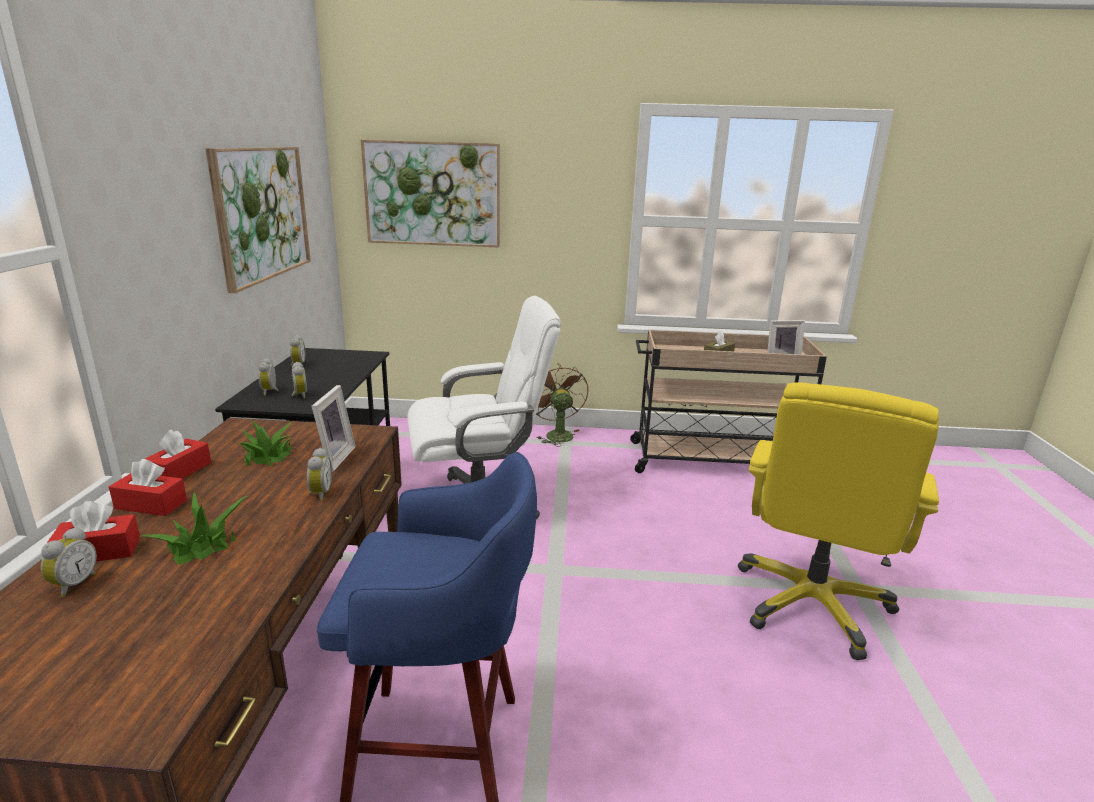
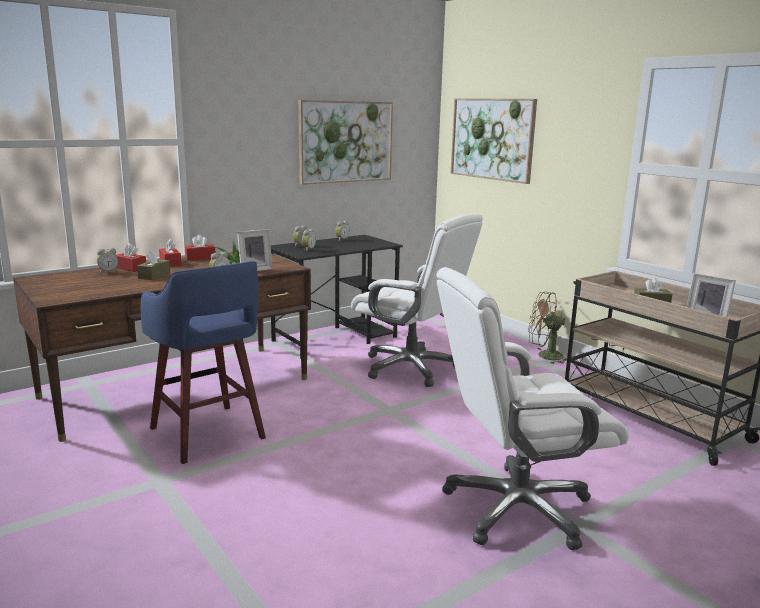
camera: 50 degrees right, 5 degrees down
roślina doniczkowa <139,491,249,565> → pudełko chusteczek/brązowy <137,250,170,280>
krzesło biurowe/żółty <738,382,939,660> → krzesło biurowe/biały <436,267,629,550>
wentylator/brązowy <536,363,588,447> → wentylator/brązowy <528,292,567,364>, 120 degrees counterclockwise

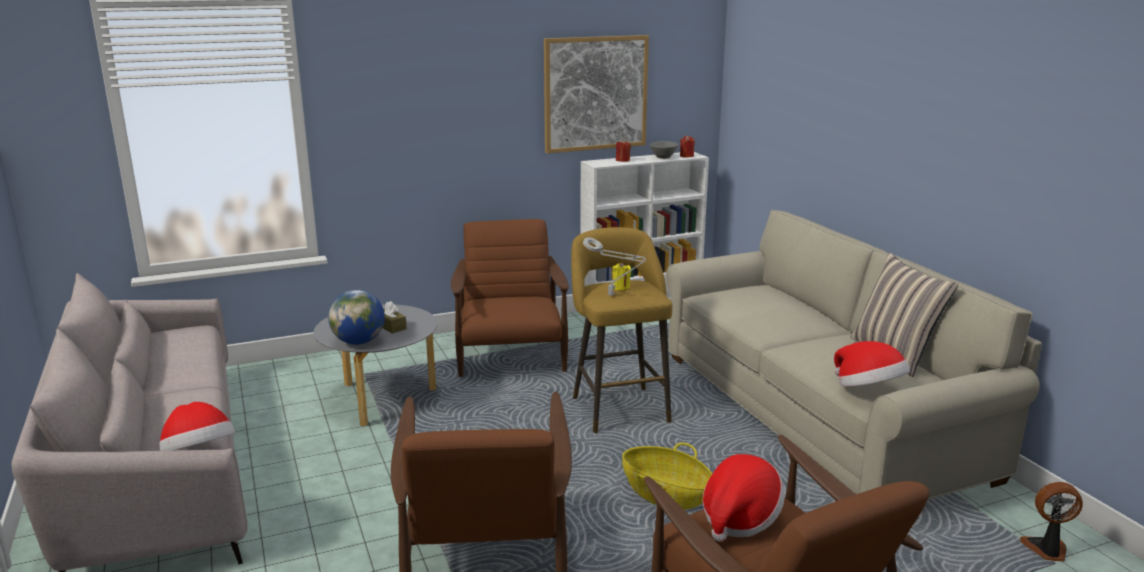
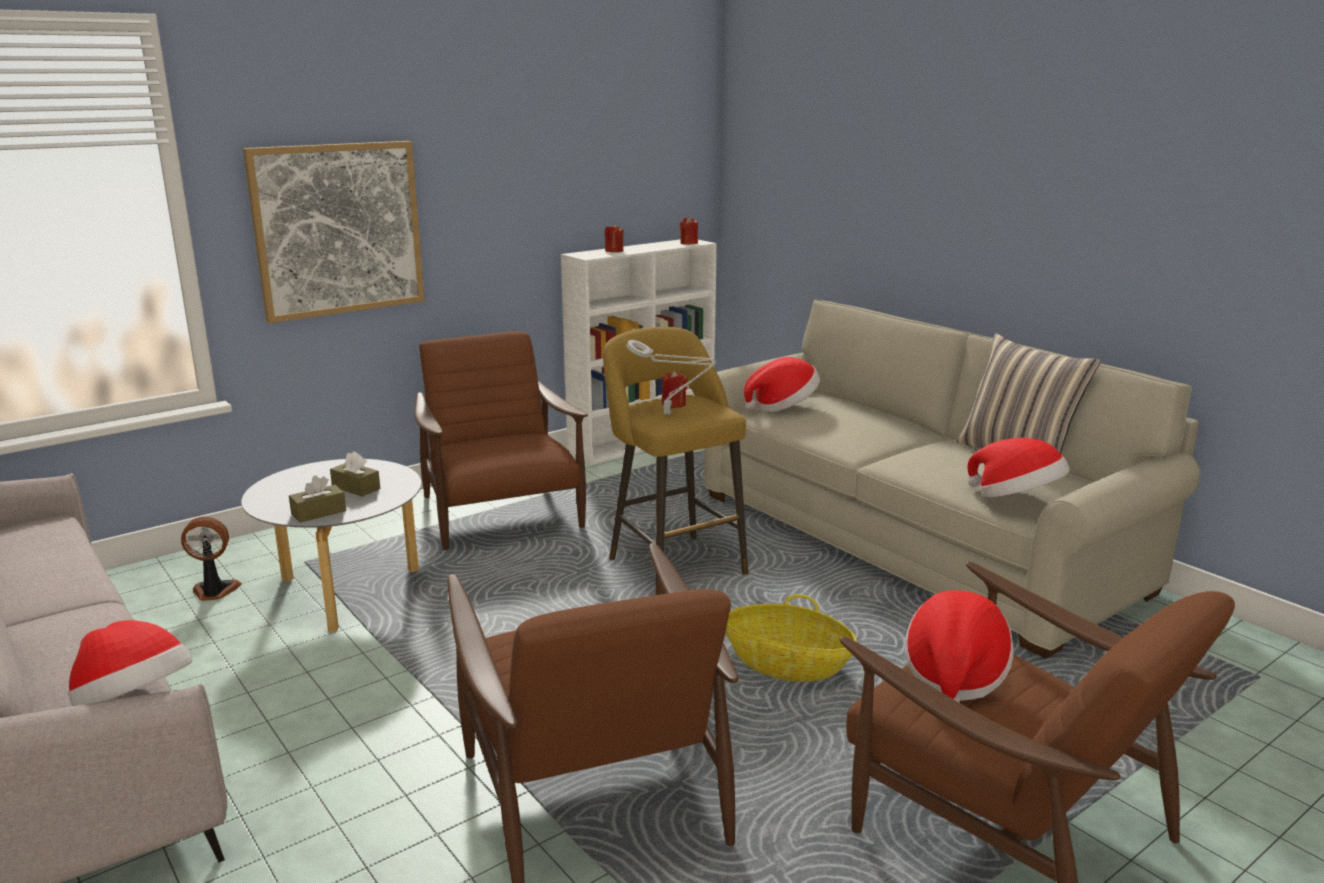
camera: 15 degrees left, 0 degrees up
wentylator <1020,482,1083,561> → wentylator <181,516,242,601>, move
obraz <544,35,649,154> → obraz <243,141,425,323>, move
globus <328,290,385,345> → pudełko chusteczek/brązowy <289,475,346,523>
świeca/żółty <612,262,631,290> → świeca/czerwony <661,371,687,408>
- → kapelusz <744,357,820,412>
miska/szary <649,141,678,159> → -

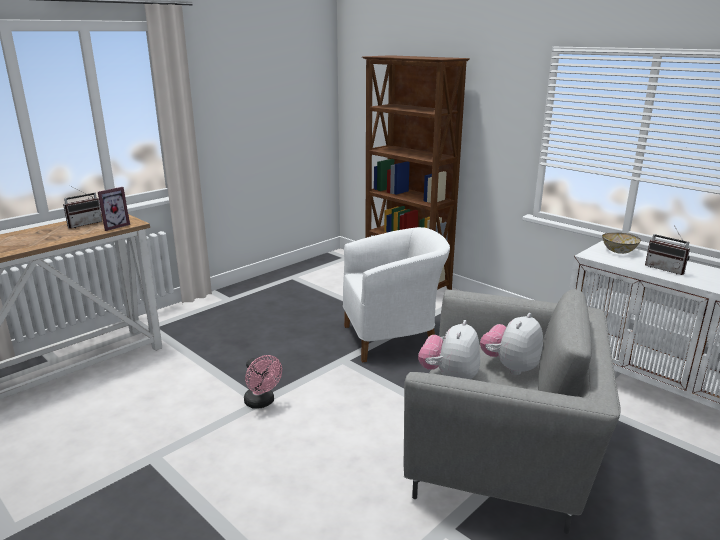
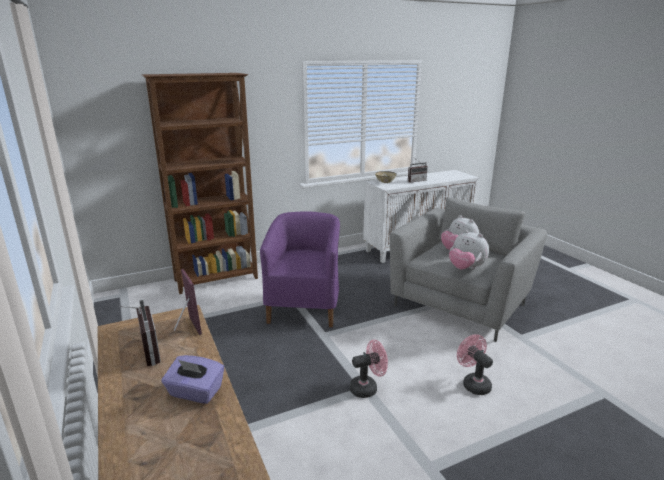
camera: 70 degrees left, 0 degrees up
- → pudełko chusteczek/fioletowy <161,355,224,404>
fotel/biały <343,227,450,362> → fotel/fioletowy <260,211,340,327>
- → wentylator/różowy <457,334,493,395>

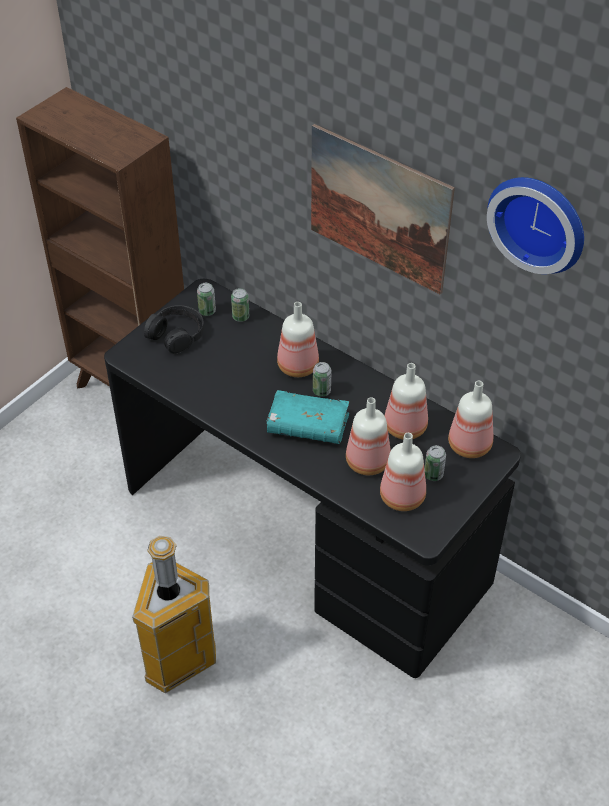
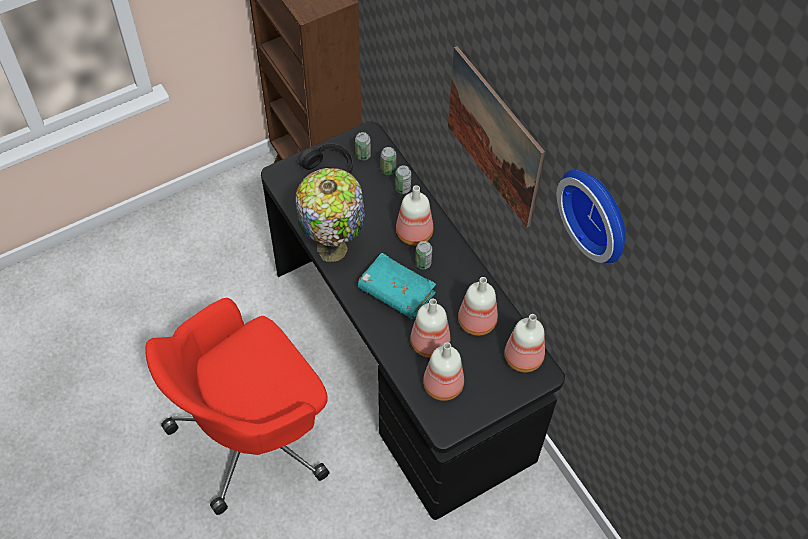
camera: 20 degrees right, 10 degrees up
kosz na śmieci <132,536,216,694> → krzesło biurowe/czerwony <145,298,330,515>
- → lampa stołowa <295,168,365,262>
puszka <425,445,446,481> → puszka <395,165,411,194>, move

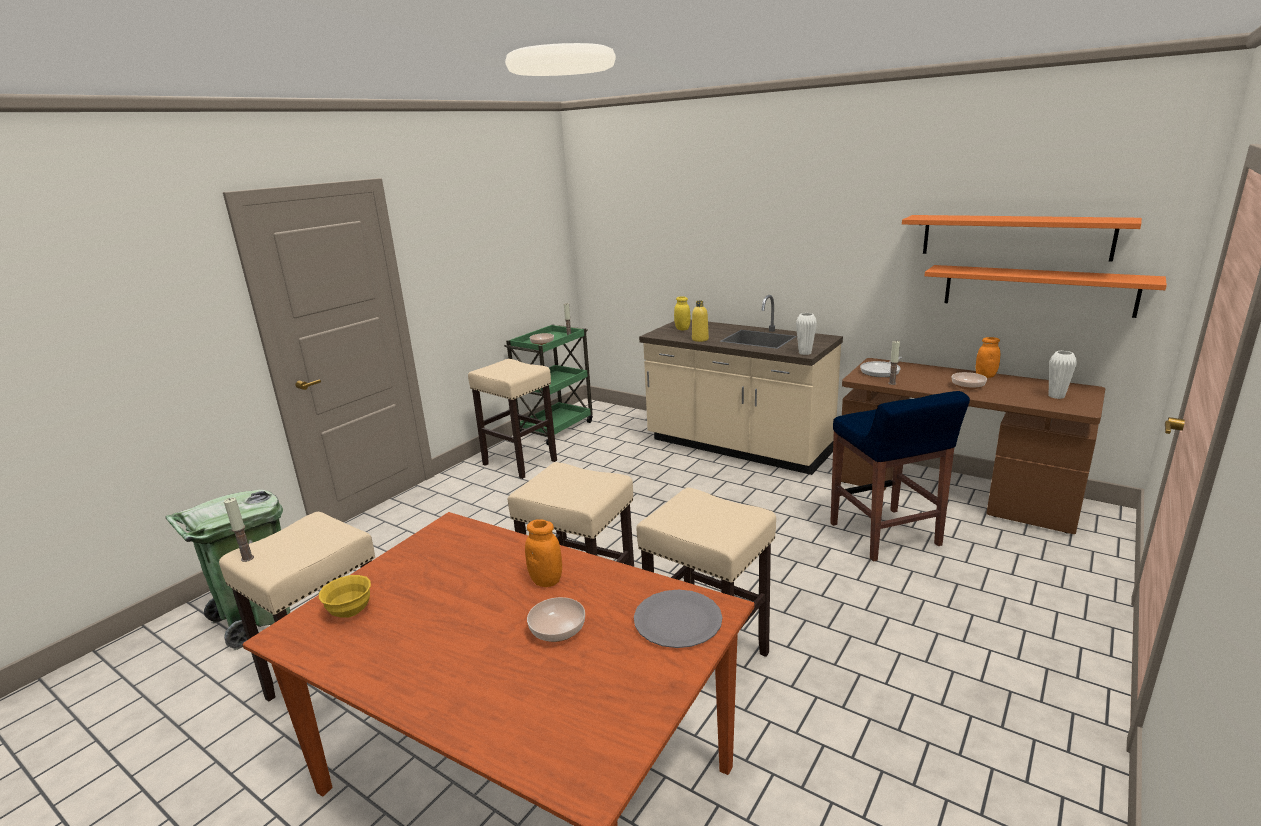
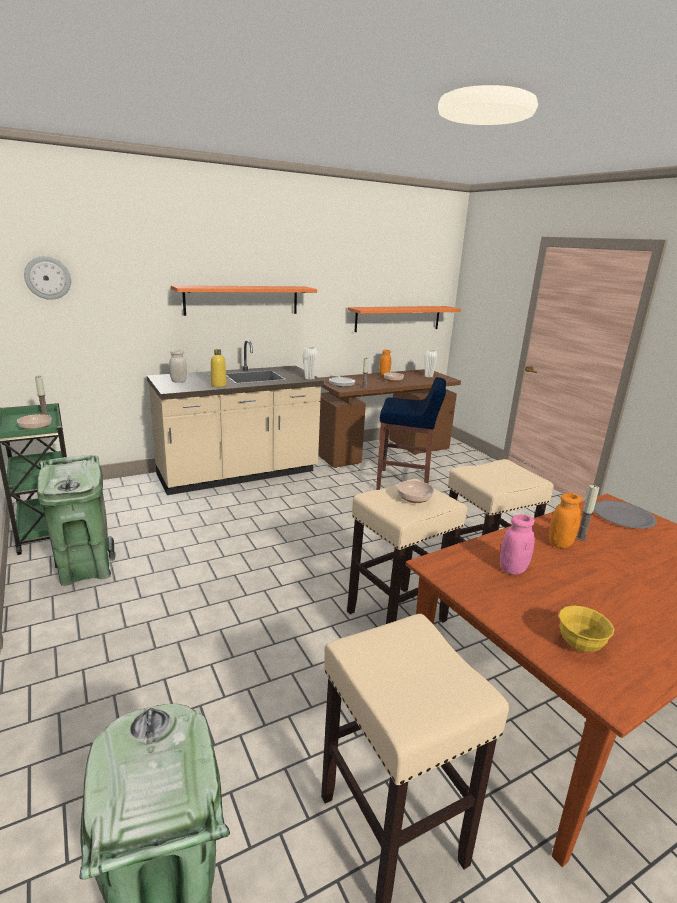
camera: 65 degrees left, 0 degrees up
- → zegar ścienny <24,256,71,300>
stołek/beżowy <468,359,557,479> → kosz na śmieci/zielony <37,455,116,586>
słoik/żółty <674,296,690,330> → słoik/biały <169,350,187,383>
półka/pomarańczowy <902,215,1142,262> → półka/pomarańczowy <171,285,317,316>, move
miska <527,597,585,642> → miska <397,480,434,503>, move
- → słoik/różowy <500,514,535,575>
świeca <224,498,254,562> → świeca <576,485,599,541>, move

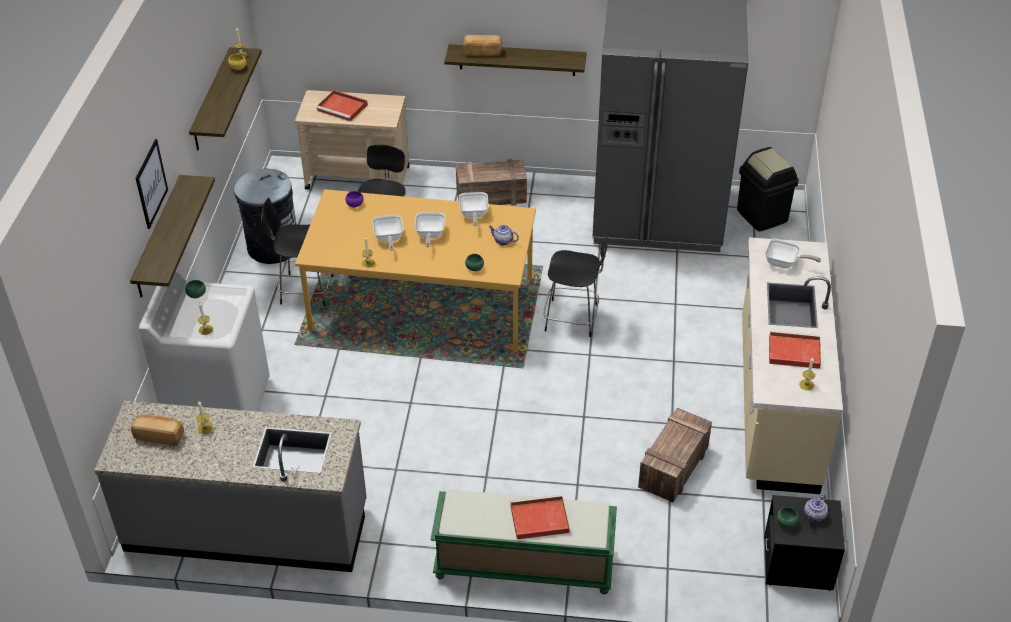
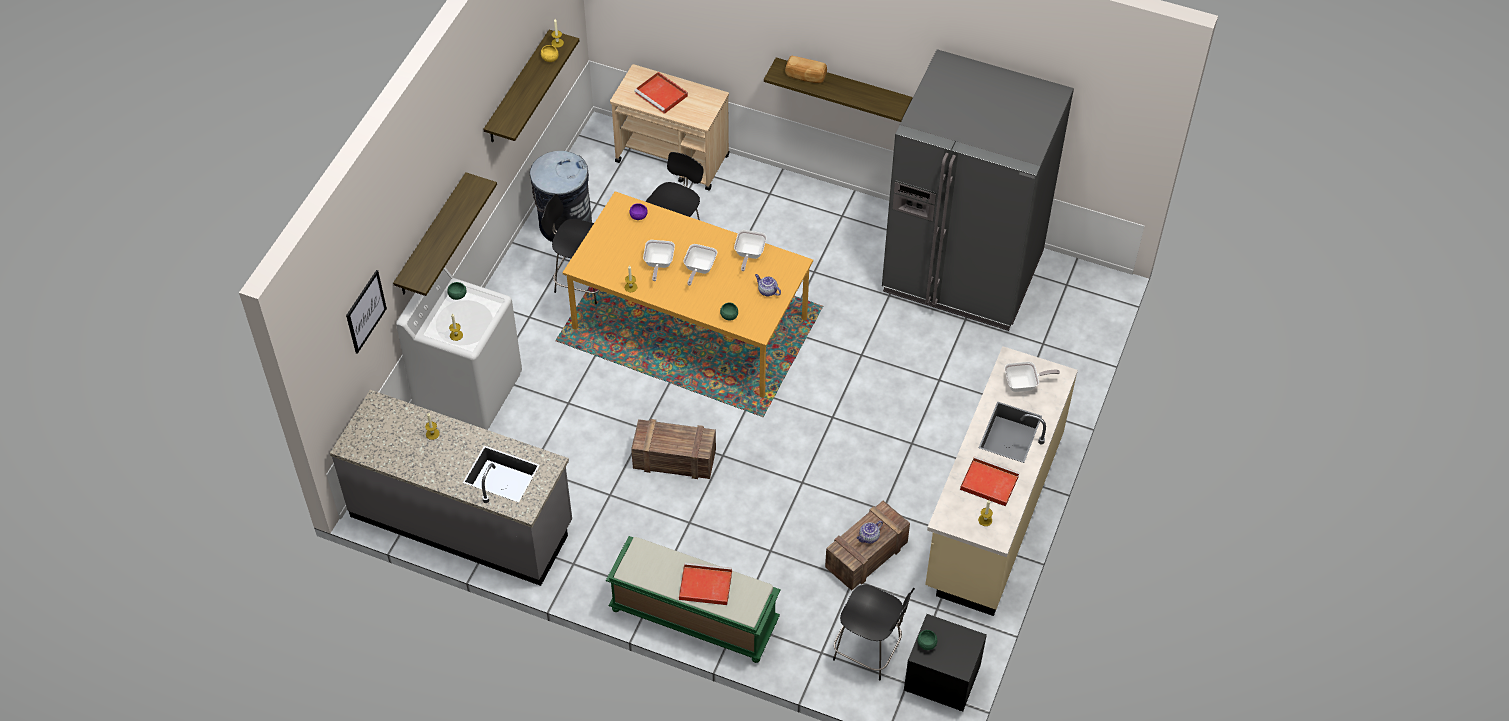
camera: 15 degrees right, 10 degrees up
obraz <136,139,168,229> → obraz <346,270,387,354>, move
skrzynka <456,159,527,206> → skrzynka <631,419,716,479>, move
krzesło/czarny <543,230,609,337> → krzesło/czarny <833,585,915,680>, move
imbryk <804,494,828,522> → imbryk <857,521,883,543>, move
patelnia <765,238,821,269> → patelnia <1005,362,1060,392>, 45 degrees counterclockwise
chleb <131,415,184,446> → -
kosz na śmieci/czarny <737,147,799,231> → -

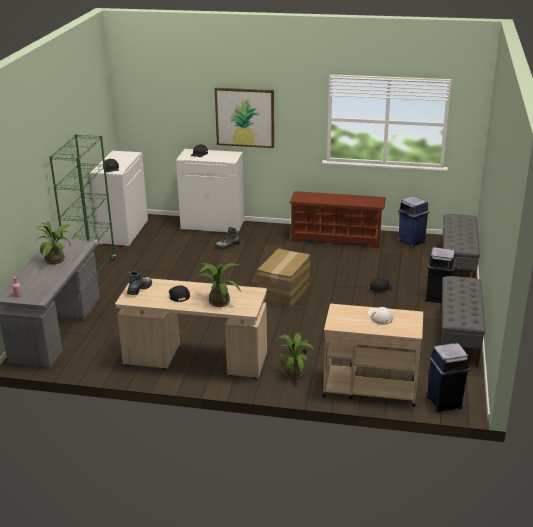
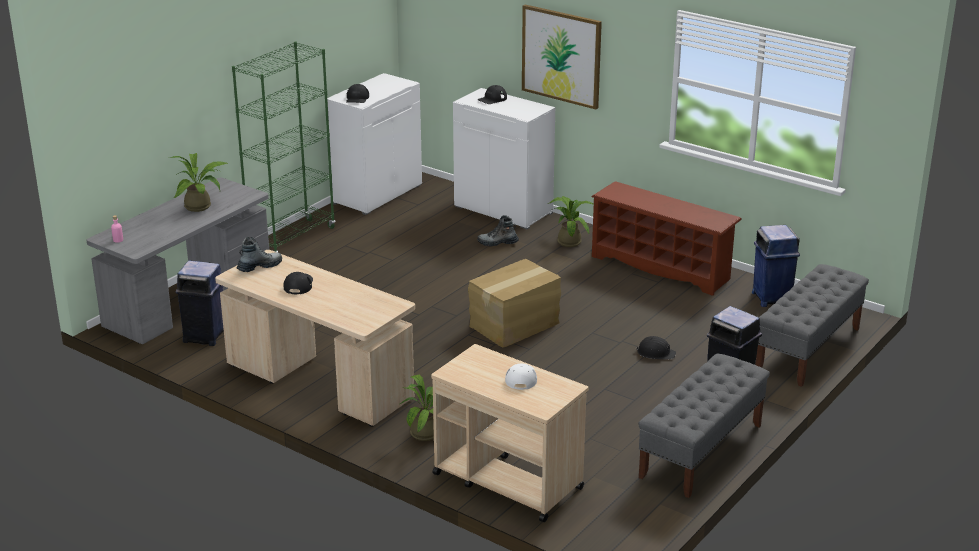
camera: 25 degrees right, 0 degrees up
kosz na śmieci/niebieski <426,343,470,413> → kosz na śmieci/niebieski <176,261,224,346>, move
roślina doniczkowa <196,263,241,307> → roślina doniczkowa <548,196,594,247>, move

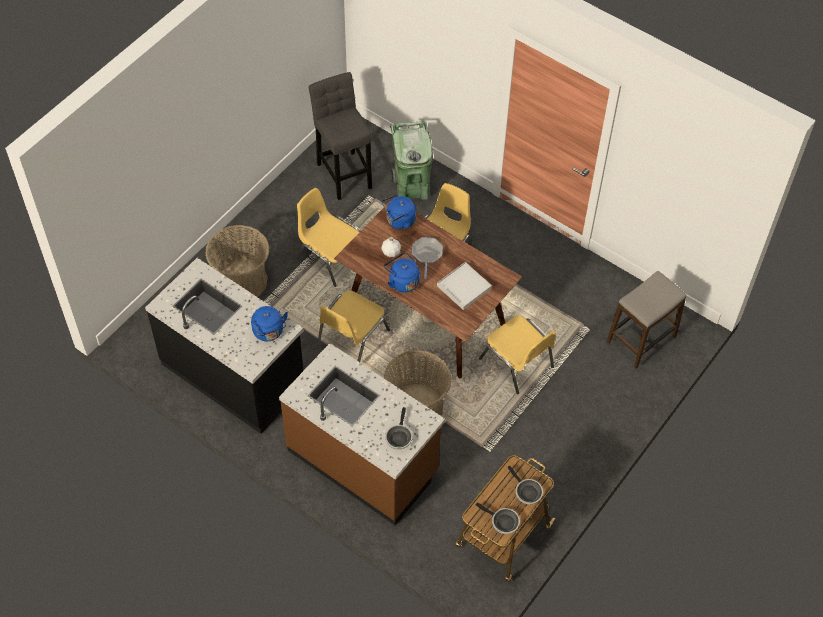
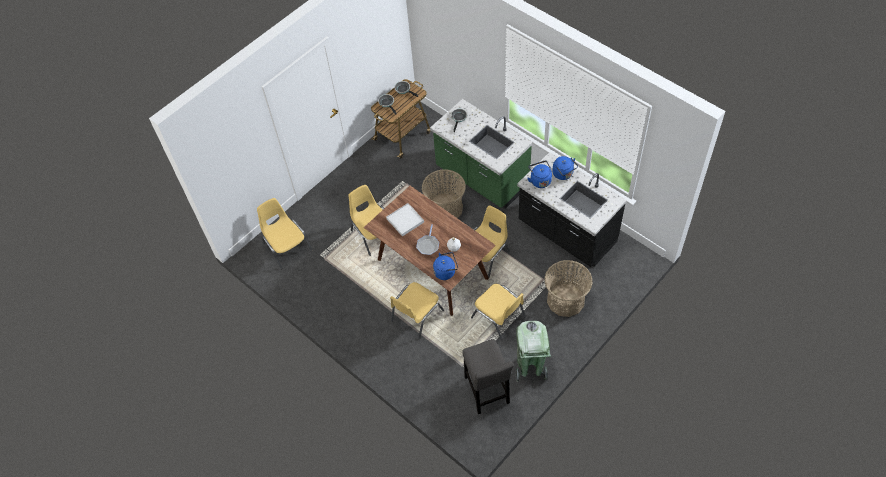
camera: 170 degrees left, 0 degrees up
stołek <606,271,686,369> → krzesło/żółty <257,198,312,269>
zabudowa kuchenna/brązowy <279,343,445,525> → zabudowa kuchenna/zielony <430,99,532,209>
kosz na śmieci/zielony <390,121,433,200> → kosz na śmieci/zielony <516,321,551,382>, move
czajnik/niebieski <384,252,420,293> → czajnik/niebieski <552,156,578,180>, move

